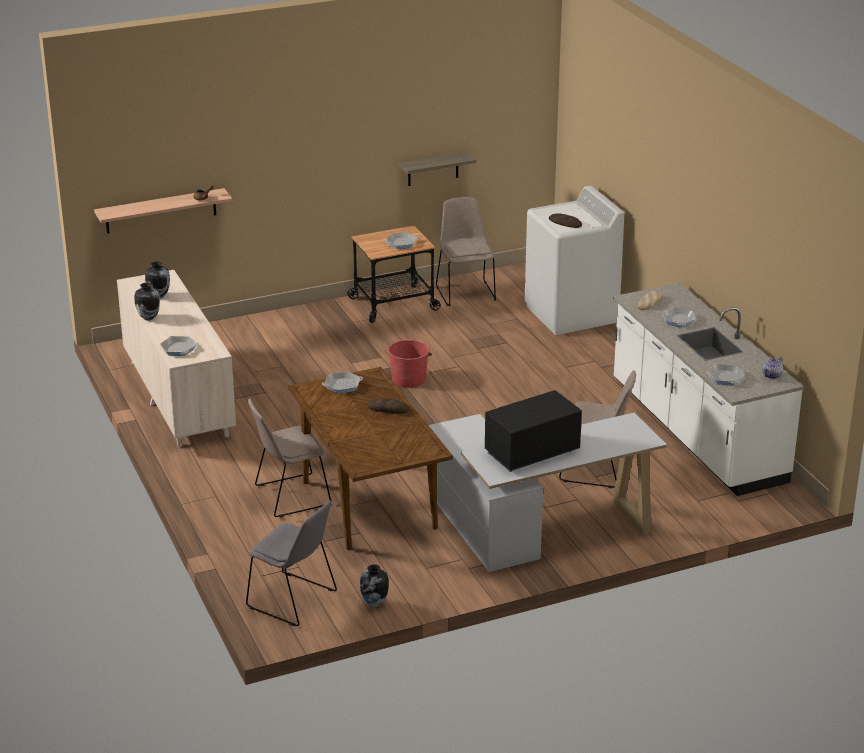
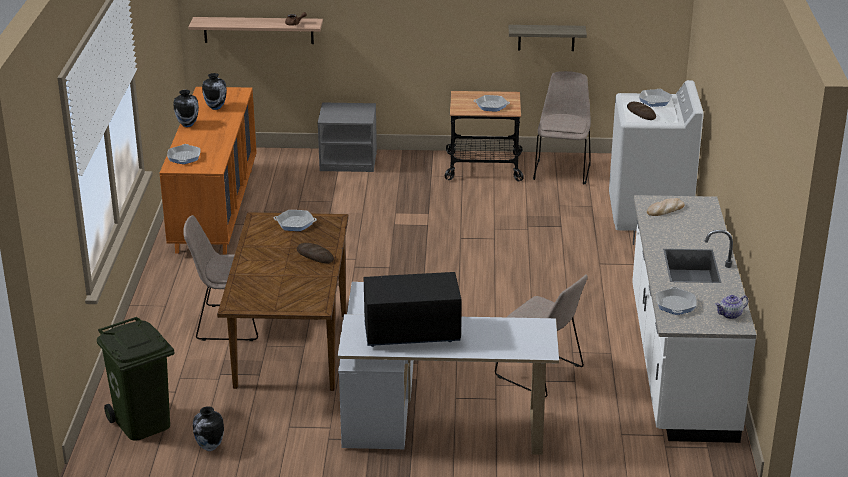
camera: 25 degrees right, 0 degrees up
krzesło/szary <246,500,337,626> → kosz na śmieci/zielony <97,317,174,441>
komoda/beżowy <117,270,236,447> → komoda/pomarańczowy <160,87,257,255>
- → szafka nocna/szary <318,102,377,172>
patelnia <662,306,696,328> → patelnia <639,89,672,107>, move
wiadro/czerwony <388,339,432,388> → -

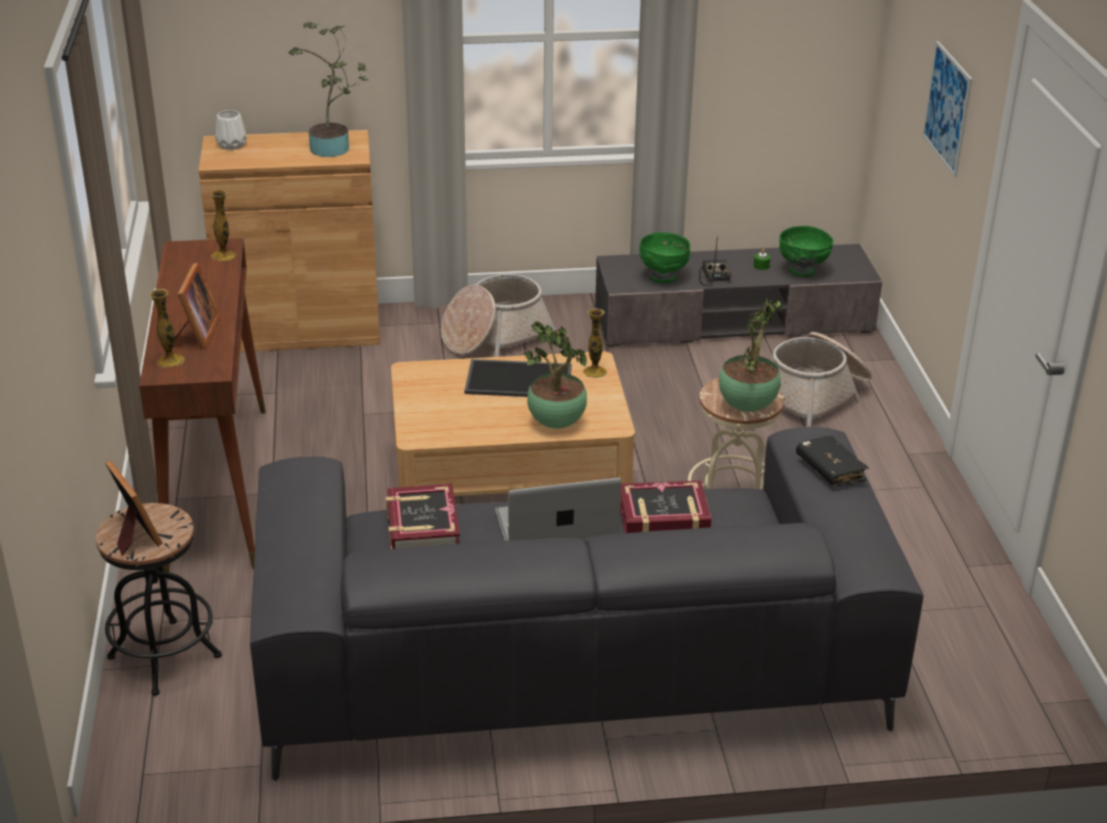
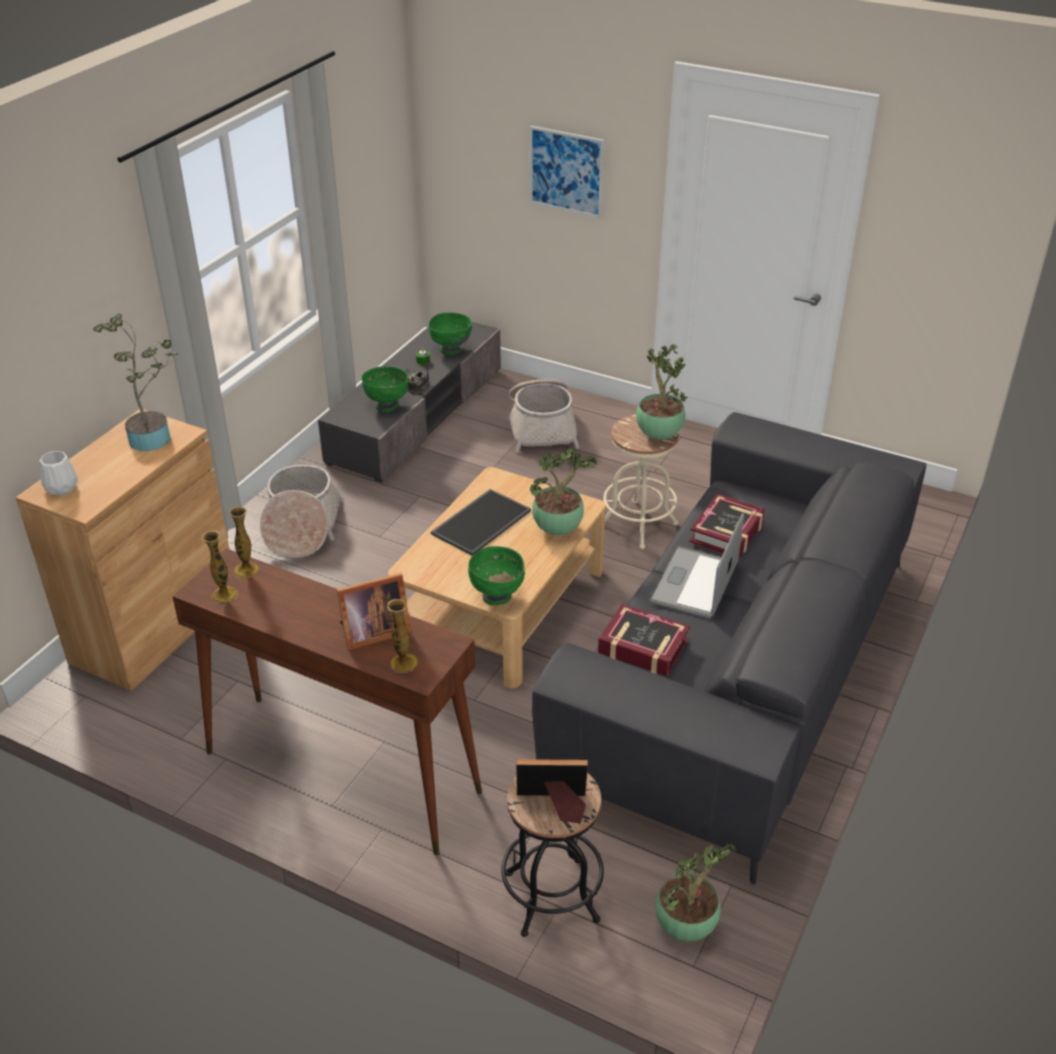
camera: 55 degrees left, 5 degrees up
wazon <583,308,607,378> → wazon <202,531,238,603>, move
ramka na zdjęcie <174,263,220,349> → ramka na zdjęcie <337,573,411,650>, 120 degrees clockwise
- → miska/zielony <468,546,525,606>
- → roślina doniczkowa <655,843,738,942>
książka/czarny <796,435,869,487> → -

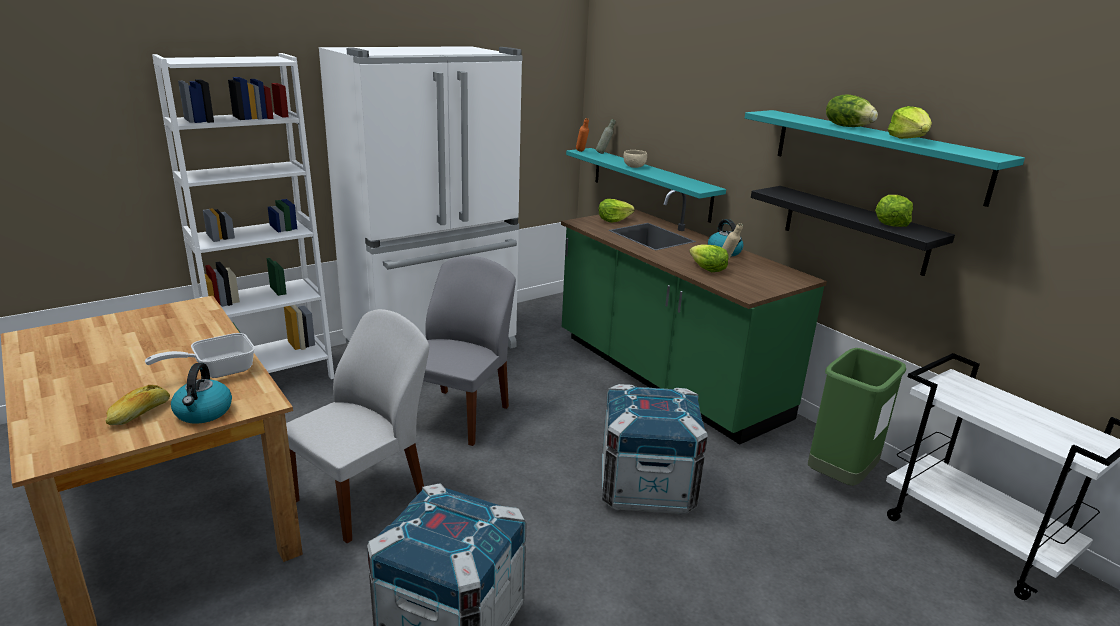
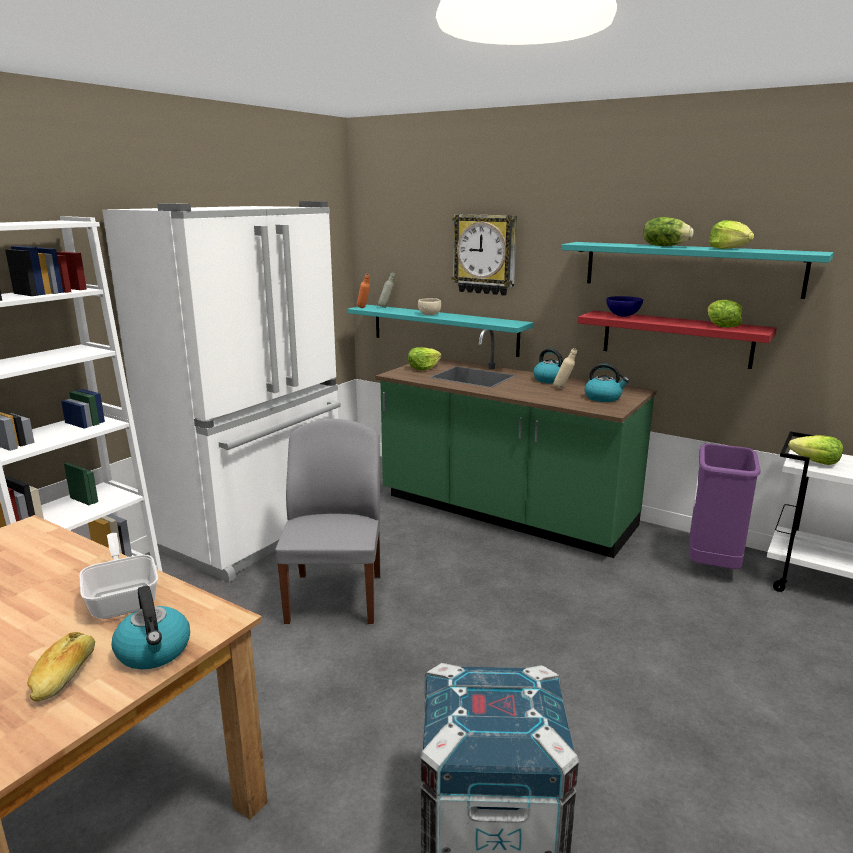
camera: 20 degrees left, 5 degrees down
patelnia <145,333,255,378> → patelnia <79,533,158,619>, 120 degrees clockwise
- → zegar ścienny <452,214,517,296>
półka/czarny <751,186,955,276> → półka/czerwony <578,311,777,369>
- → czajnik <585,363,629,402>
- → miska/niebieski <606,296,643,317>
kosz na śmieci/zielony <808,348,906,486> → kosz na śmieci/fioletowy <689,443,761,569>
sałata <689,245,728,272> → sałata <788,435,843,465>, move
krzesło/biały <286,309,429,543> → -
skrzynka <602,384,708,515> → -

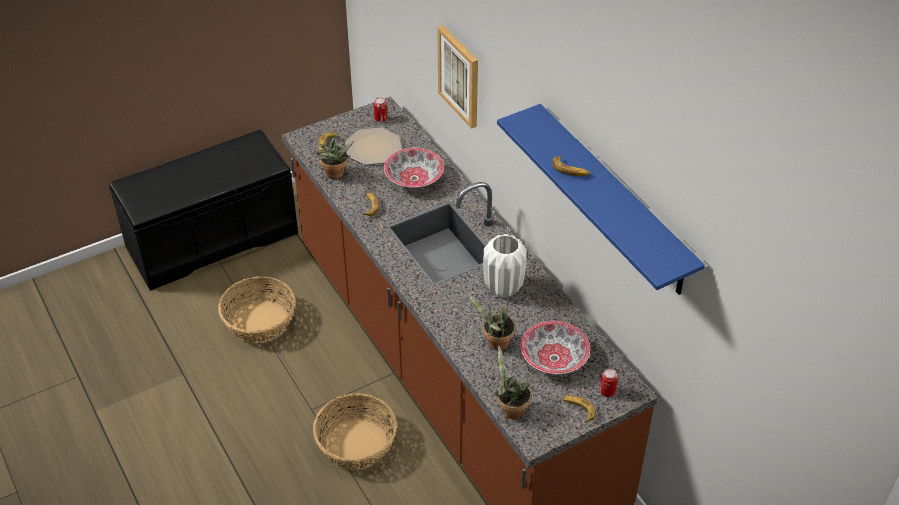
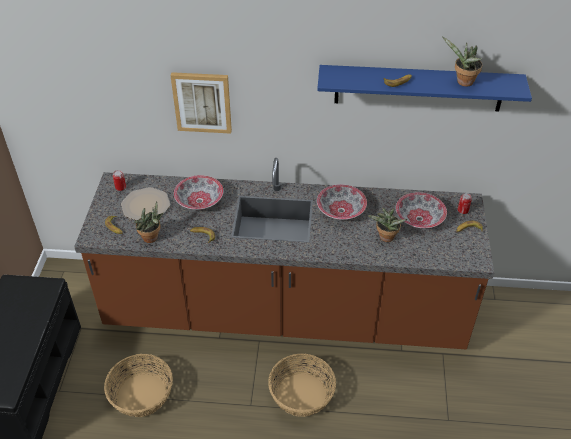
camera: 55 degrees left, 0 degrees up
wazon/biały <483,234,527,298> → miska <317,184,367,220>
roślina doniczkowa <492,346,532,419> → roślina doniczkowa <442,36,482,87>, move

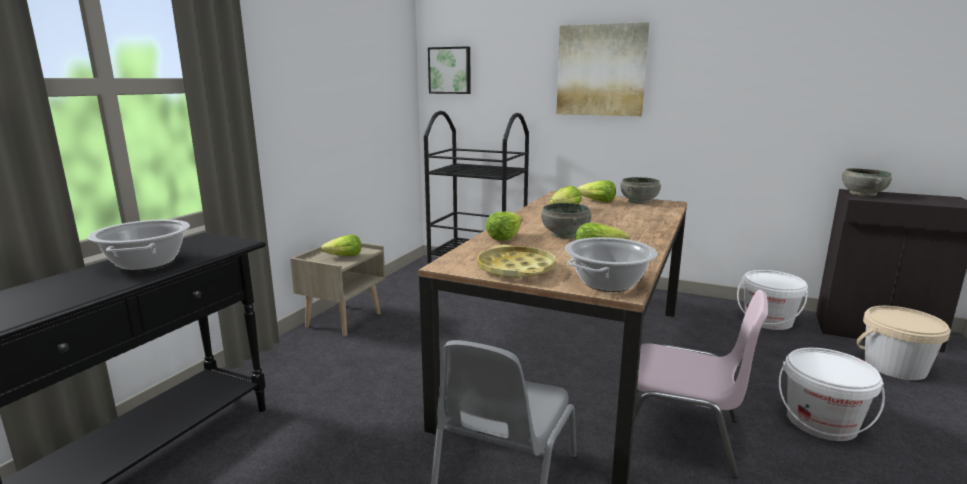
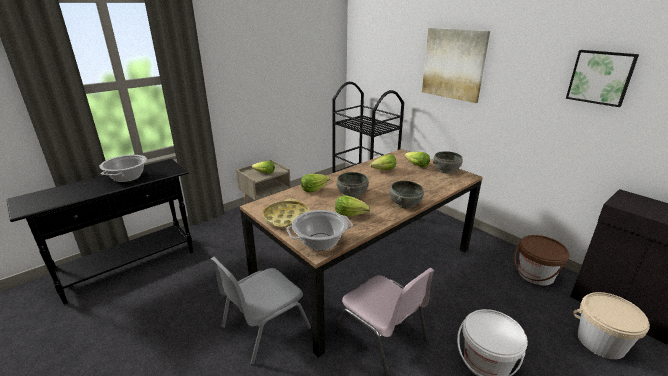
camera: 25 degrees right, 10 degrees up
miska/szary <842,168,892,196> → miska/szary <390,181,424,209>, move
wiadro/biały <737,270,808,330> → wiadro/brązowy <514,235,569,285>
obraz <428,46,471,94> → obraz <566,50,639,107>, move

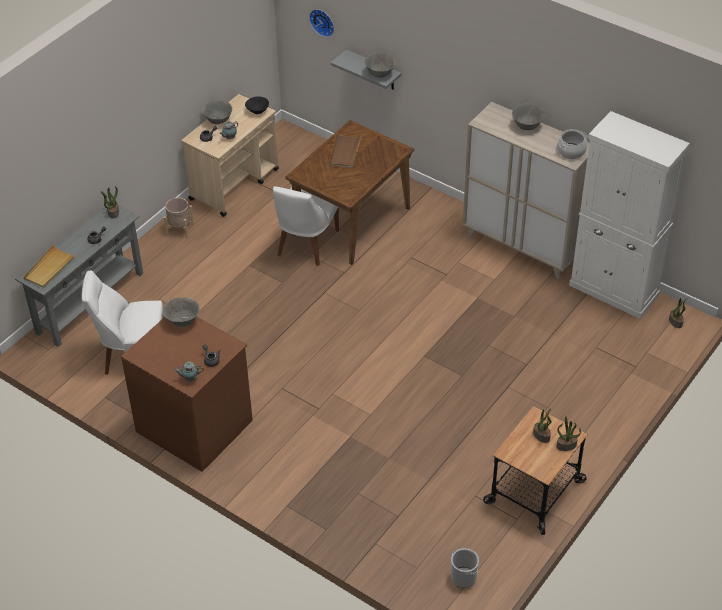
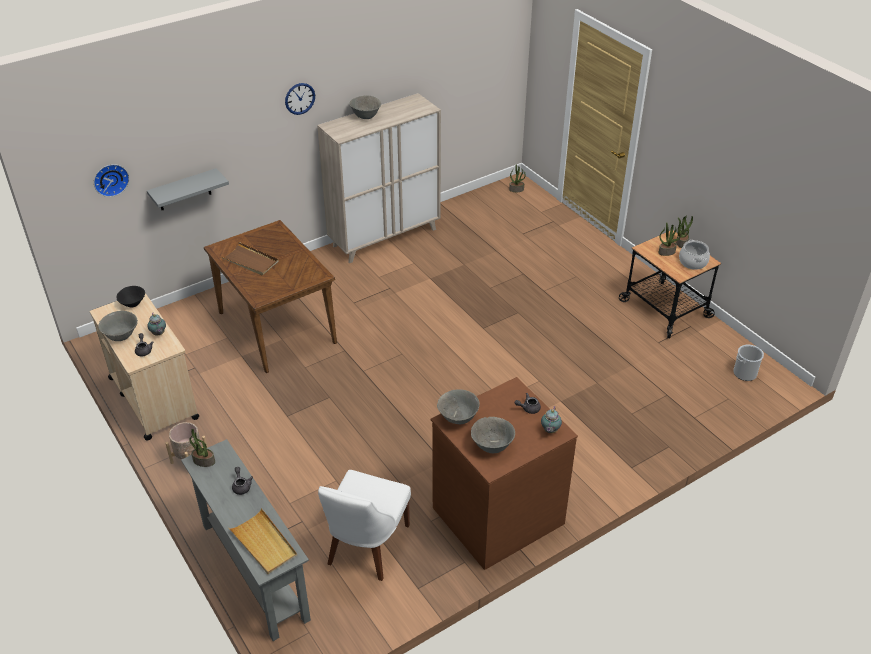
camera: 70 degrees left, 5 degrees down
- → zegar ścienny <285,83,315,115>
miska/szary <365,53,396,78> → miska/szary <471,417,515,453>, move
garnek <557,129,588,159> → garnek <679,240,710,270>, move
krzesło/biały <273,186,339,266> → -
szafka/biały <569,111,690,319> → -

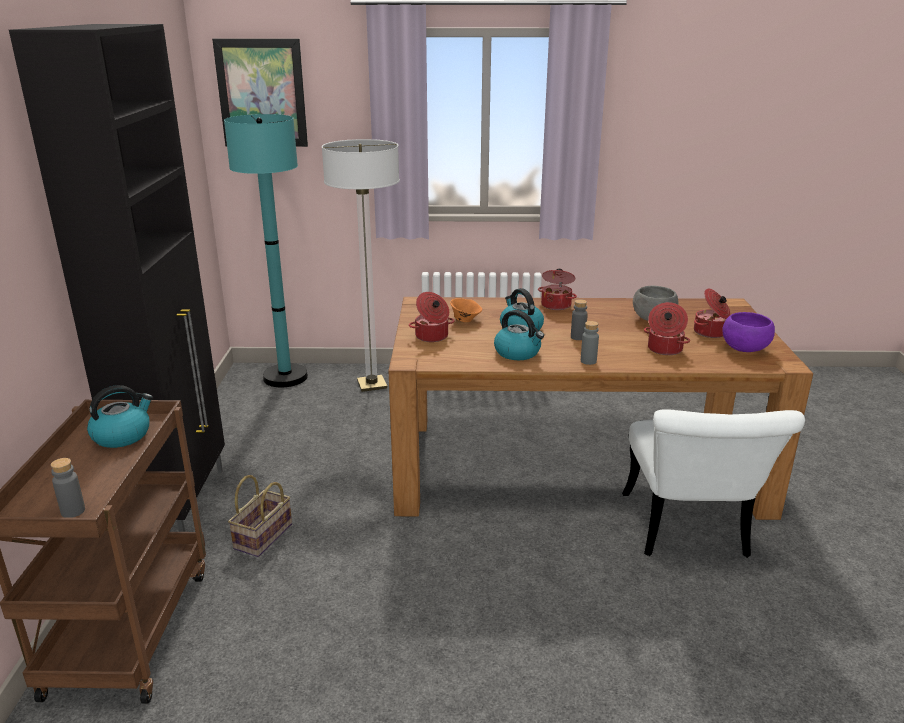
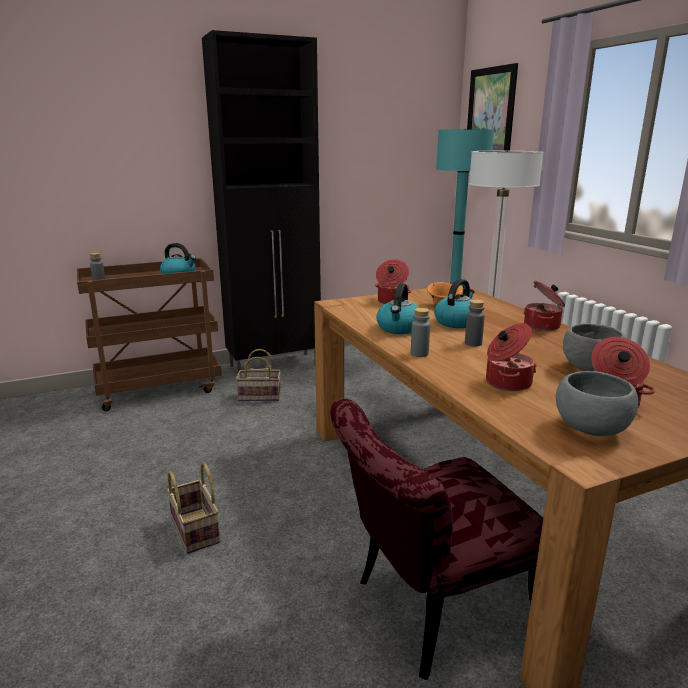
camera: 65 degrees right, 5 degrees down
- → koszyk <167,462,220,554>
krzesło/biały <622,409,805,558> → krzesło/czerwony <330,398,543,680>
miska/fioletowy <722,312,775,352> → miska/szary <556,371,638,436>

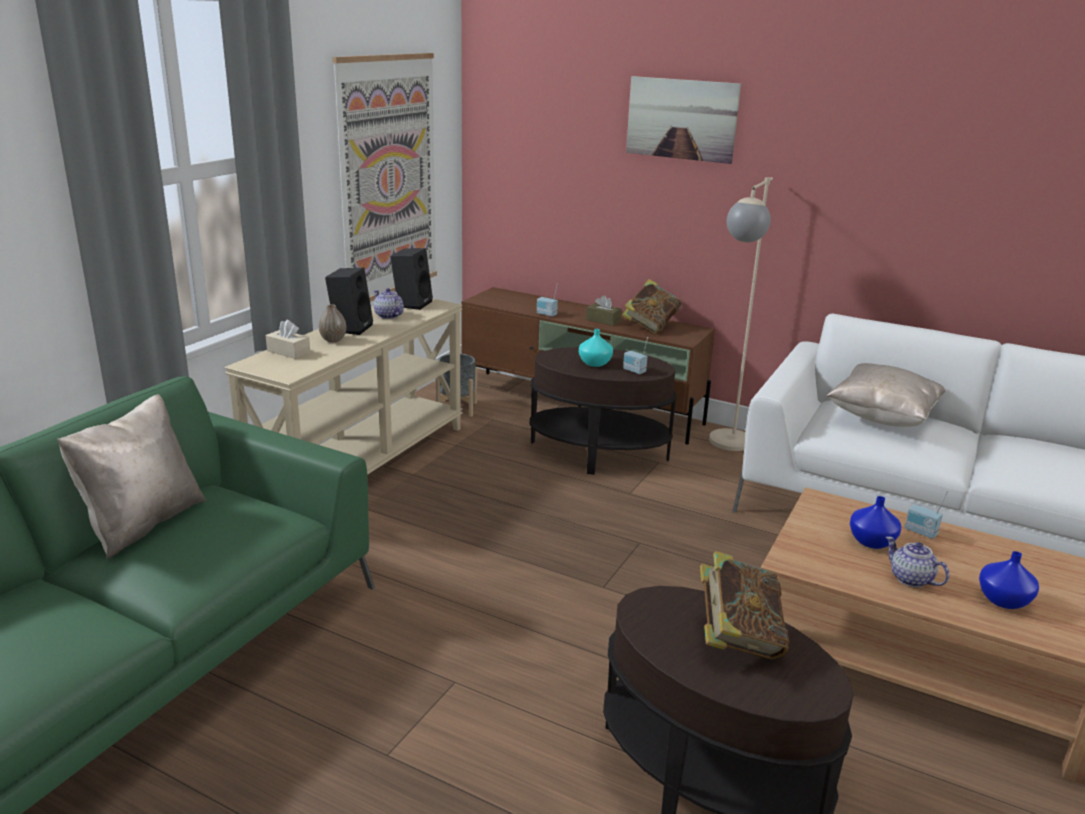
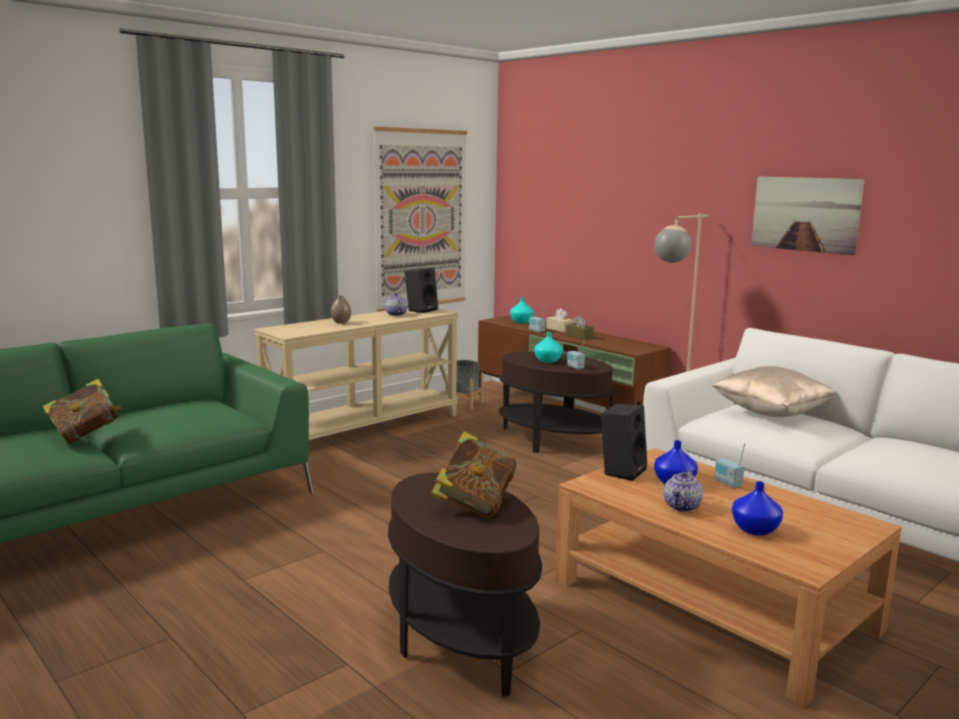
camera: 20 degrees right, 10 degrees down
książka <622,279,681,334> → książka <43,379,123,444>, move
- → wazon/turkusowy <510,297,534,323>
pudełko chusteczek/beżowy <266,320,310,359> → pudełko chusteczek/beżowy <546,308,573,332>, move
głośnik/czarny <325,268,373,335> → głośnik/czarny <601,404,647,481>, move
imbryk <886,536,949,587> → imbryk <664,470,703,512>, 135 degrees counterclockwise
obraz <626,76,741,164> → obraz <751,176,865,255>, move
poduszka/beżowy <57,394,206,559> → -

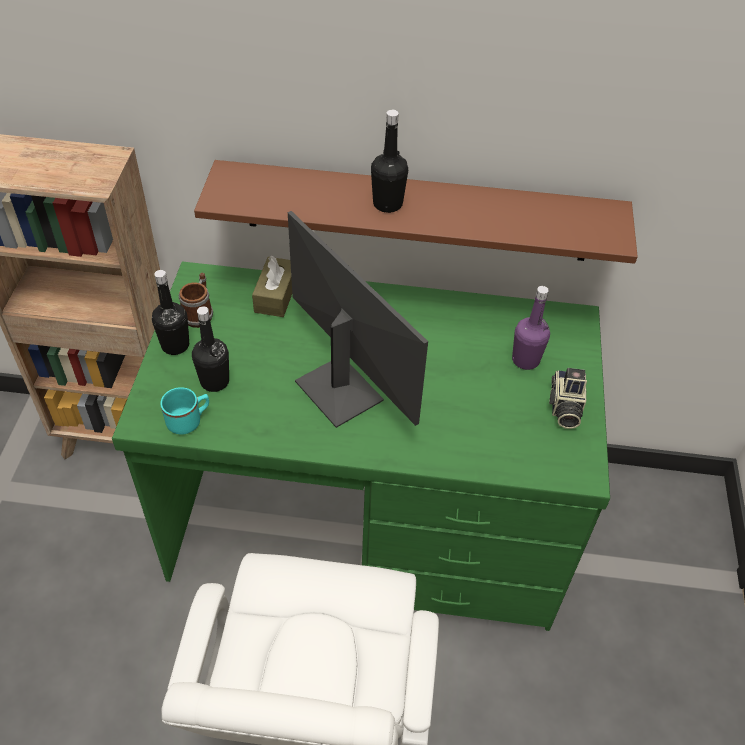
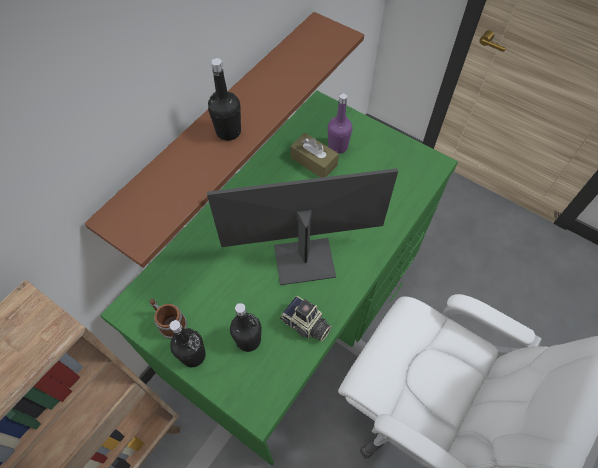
camera: 60 degrees left, 10 degrees up
aparat fotograficzny <549,368,587,429> → aparat fotograficzny <280,296,332,342>, move
pudełko chusteczek/brązowy <252,256,292,317> → pudełko chusteczek/brązowy <291,133,339,178>, move
kubek/turkusowy <160,387,209,434> → -

